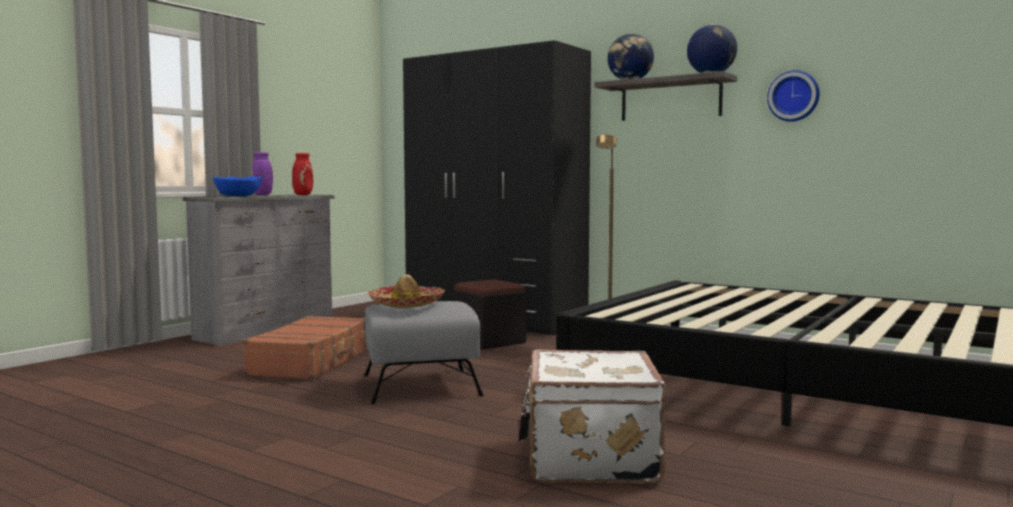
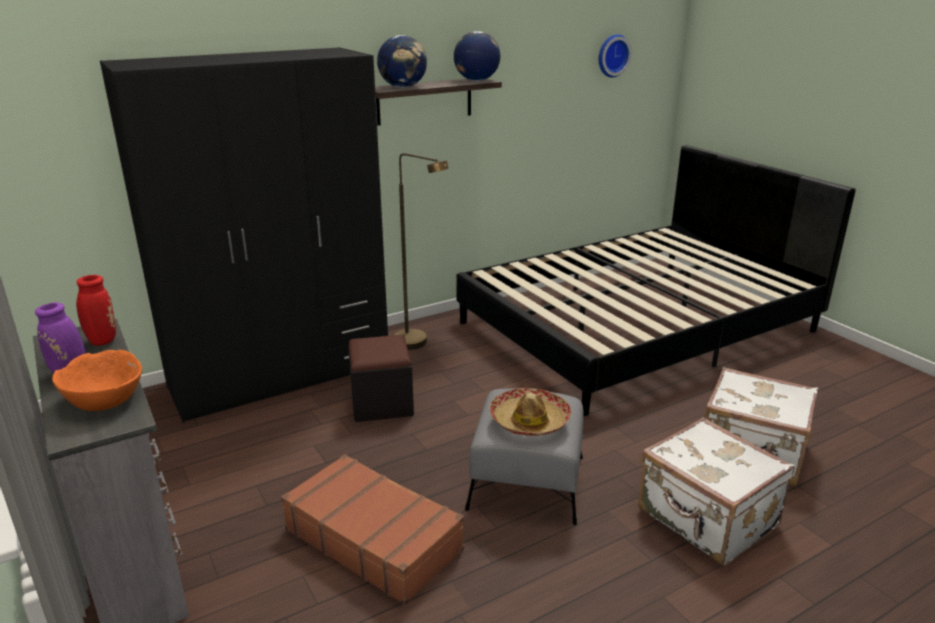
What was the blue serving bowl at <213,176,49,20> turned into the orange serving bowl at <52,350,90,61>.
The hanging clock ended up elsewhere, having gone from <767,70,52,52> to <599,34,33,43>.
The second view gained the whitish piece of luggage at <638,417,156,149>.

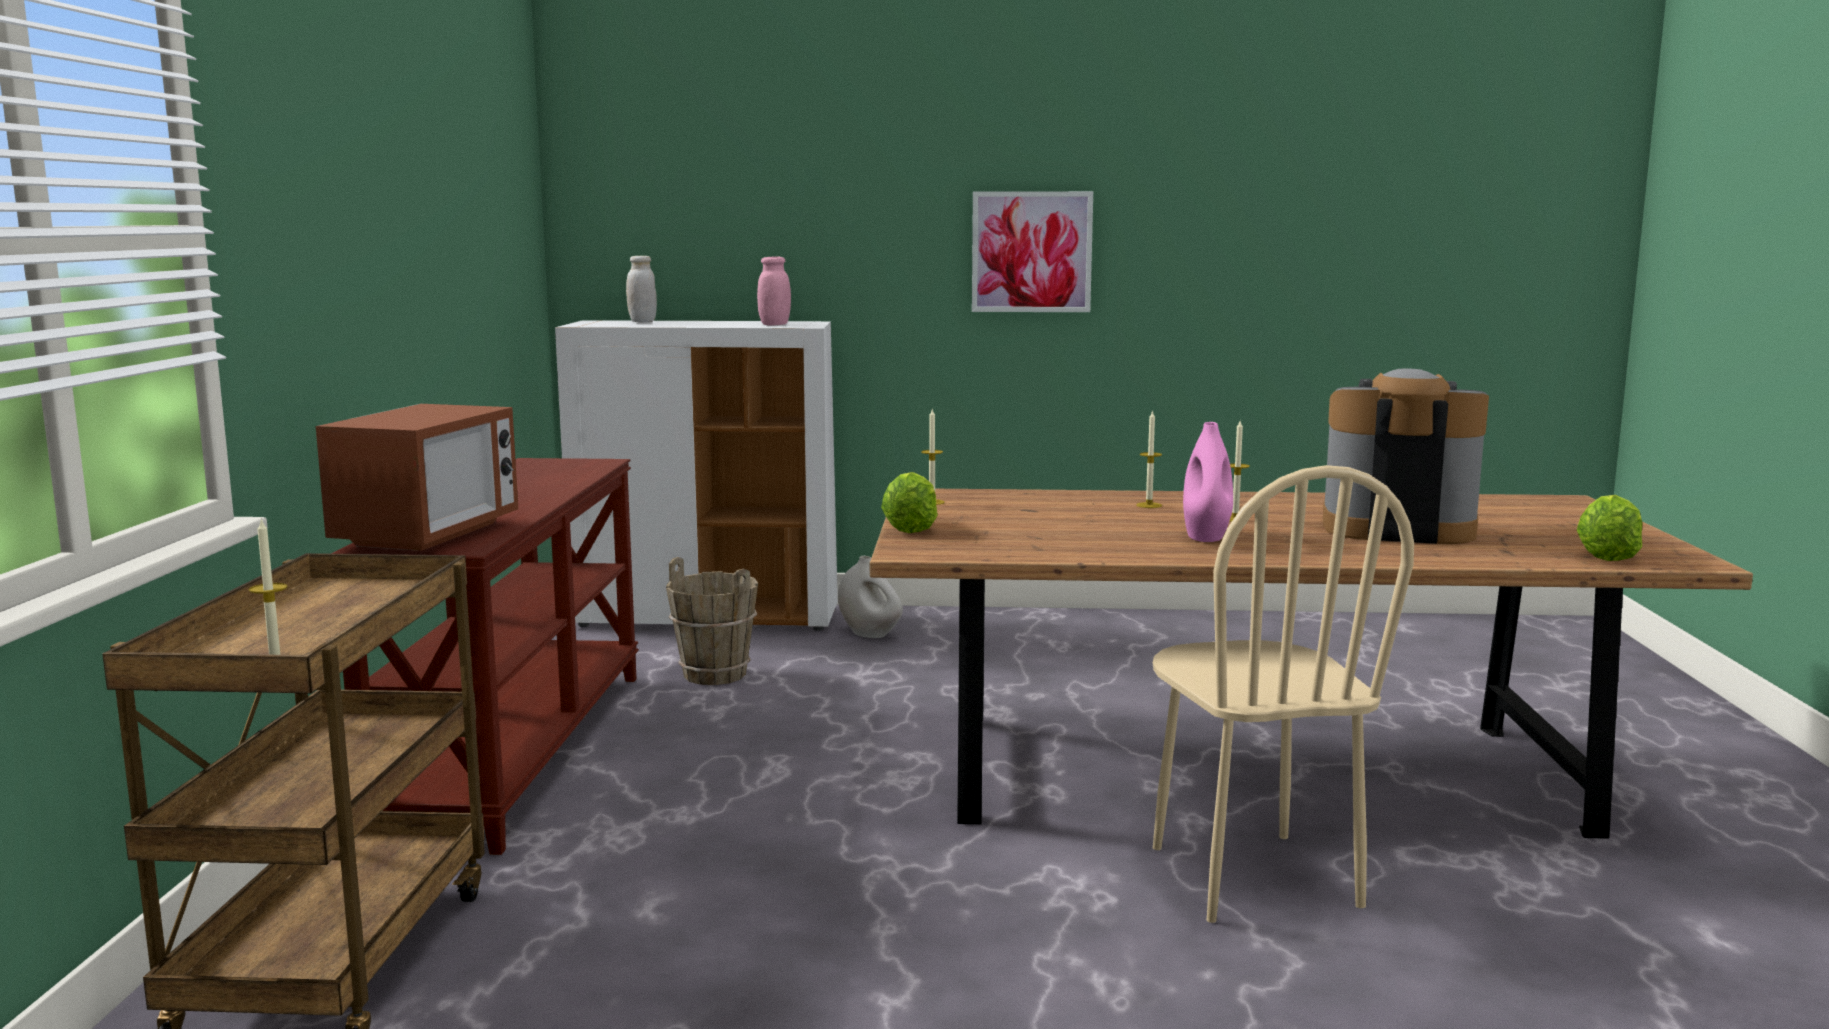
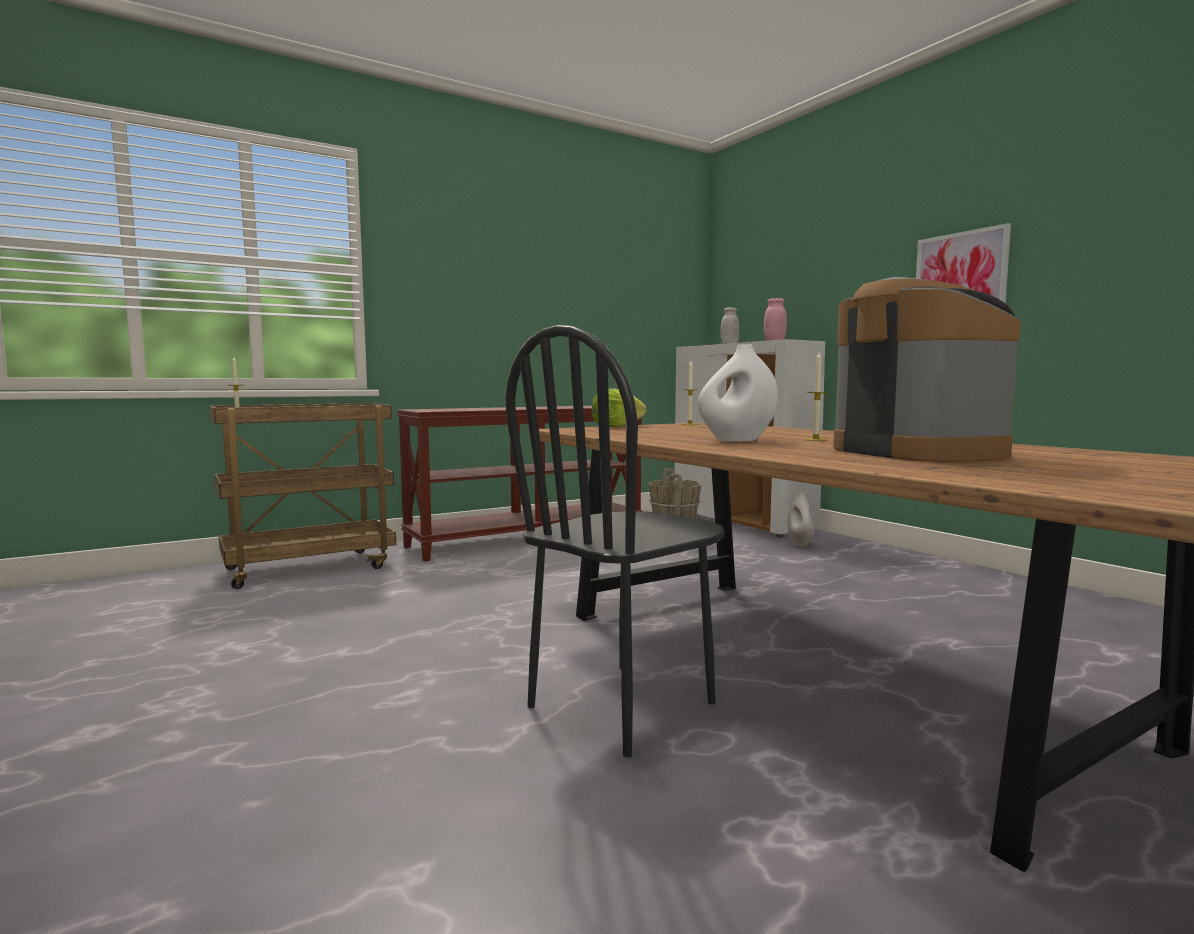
What was the beige chair at <1153,465,261,458> turned into the black chair at <505,325,219,432>.
What was the pink decorative vase at <1183,422,50,120> turned into the whitish decorative vase at <698,344,80,98>.
The second view lost the kitchen microwave at <316,404,202,147>.
The second view lost the candle at <1136,410,26,98>.
The second view lost the lettuce head at <1577,495,66,66>.

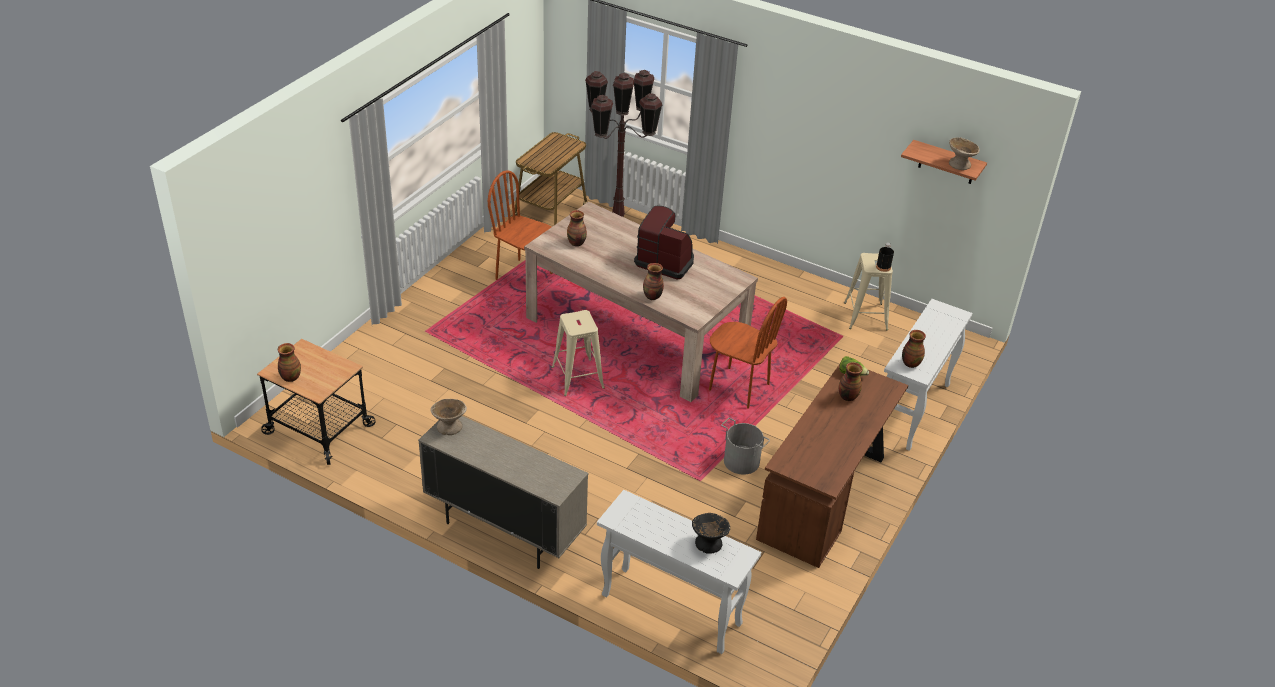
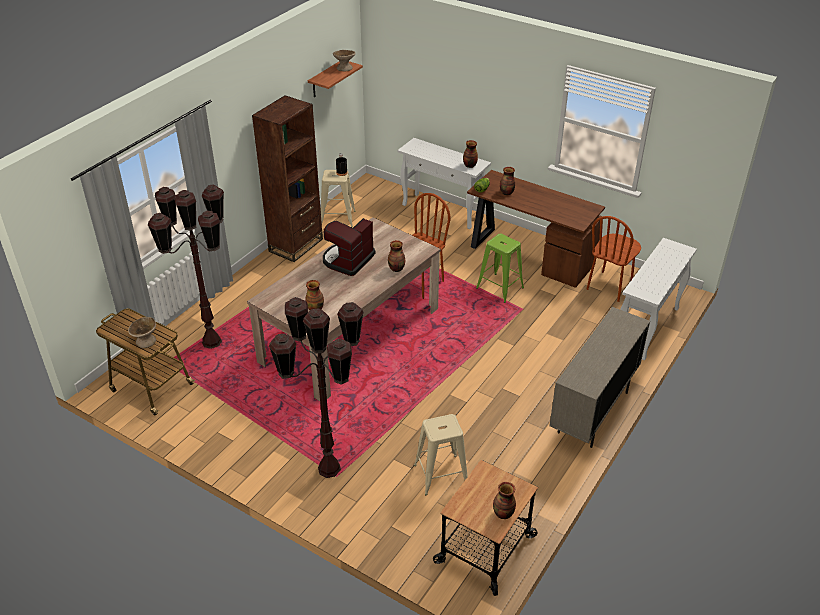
The beige serving bowl ended up elsewhere, having gone from <430,399,37,36> to <128,317,28,31>.
The second view gained the brown shelving unit at <252,95,71,167>.
The second view gained the brown standard lamp at <269,297,95,181>.
The beige stool ended up elsewhere, having gone from <552,310,53,86> to <414,414,54,81>.
Where the gray pail stood at <721,418,49,57>, the green-coloured stool came to stand at <476,234,48,69>.
The brown chair ended up elsewhere, having gone from <488,170,65,110> to <587,216,54,86>.
The second view lost the black serving bowl at <692,513,38,41>.

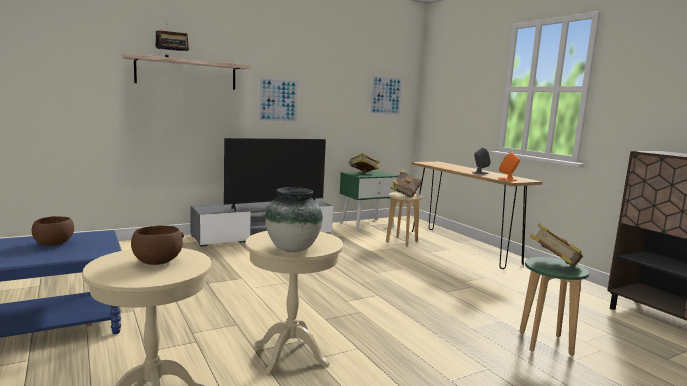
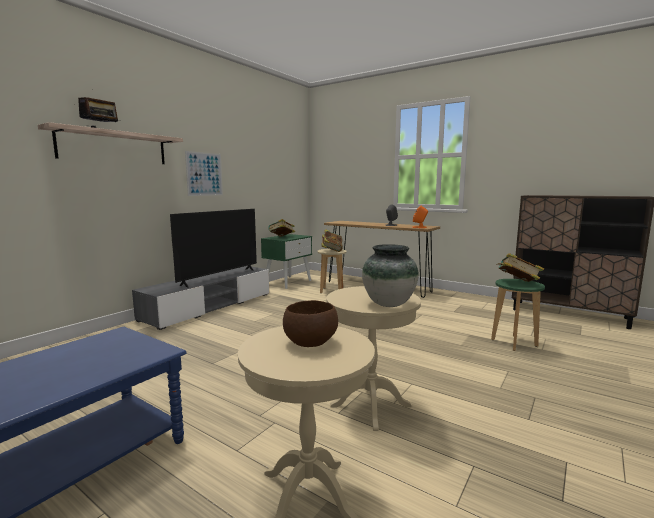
The second view lost the brown serving bowl at <32,216,42,30>.
The second view lost the wall art at <369,75,34,41>.

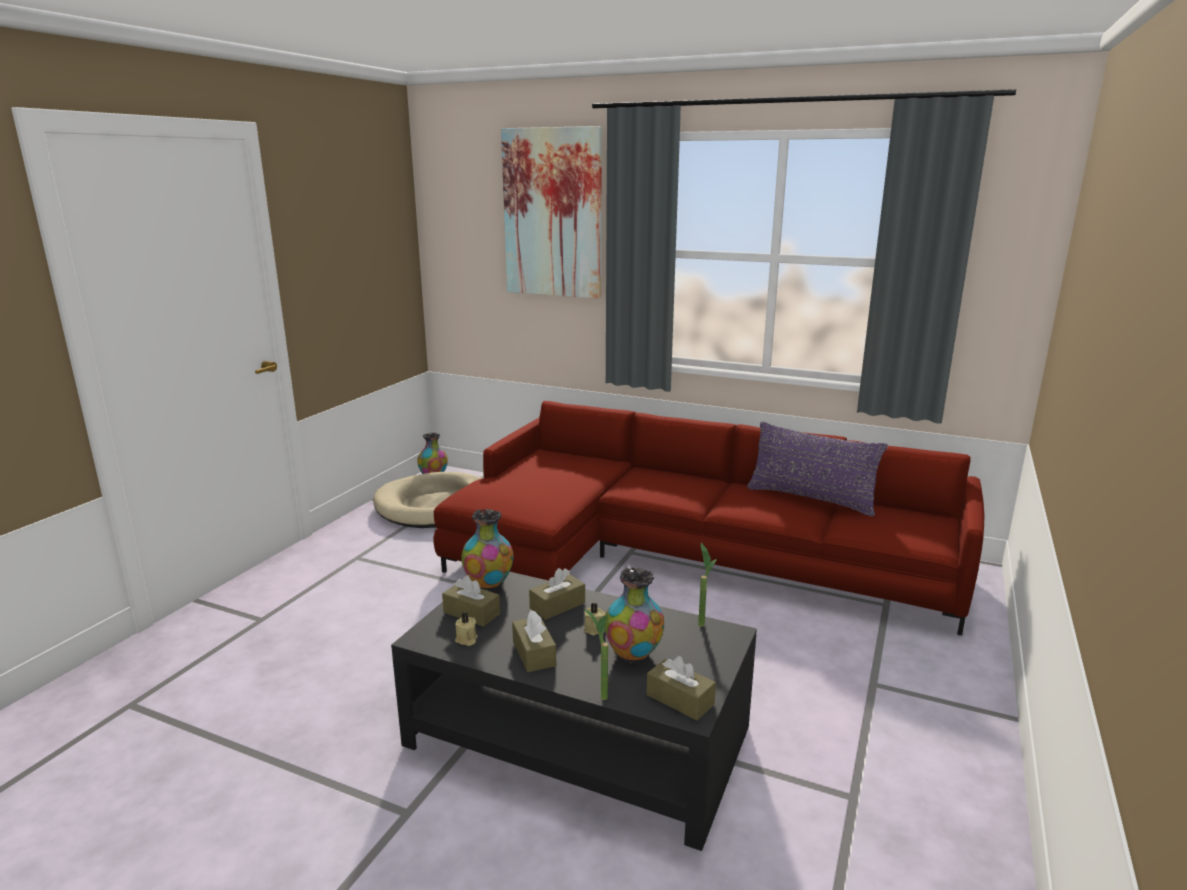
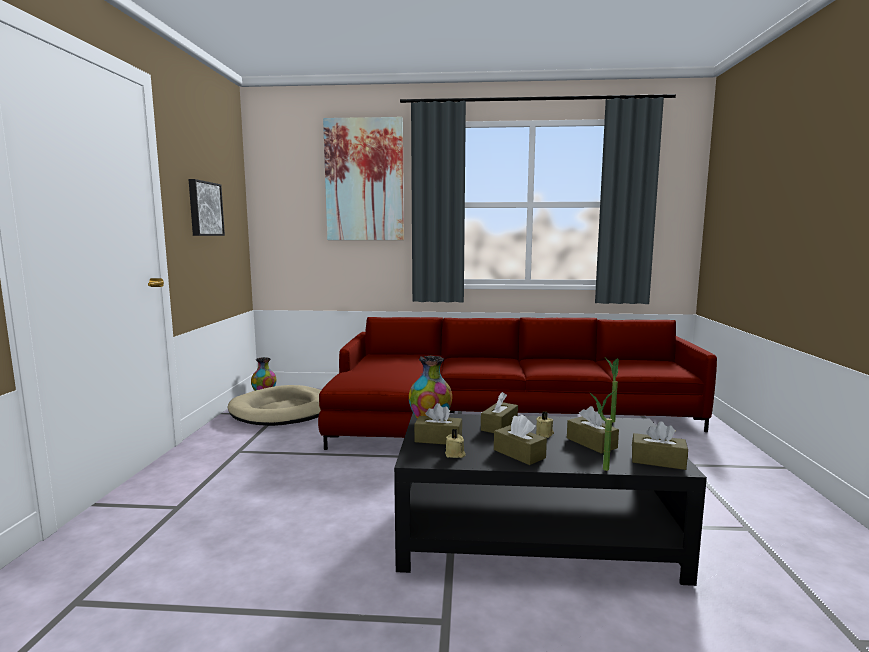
The second view gained the wall art at <189,179,36,57>.
Where the decorative vase stood at <604,568,60,96>, the brown tissue holder came to stand at <567,406,52,48>.
The second view lost the purple-coloured cushion at <747,422,141,94>.

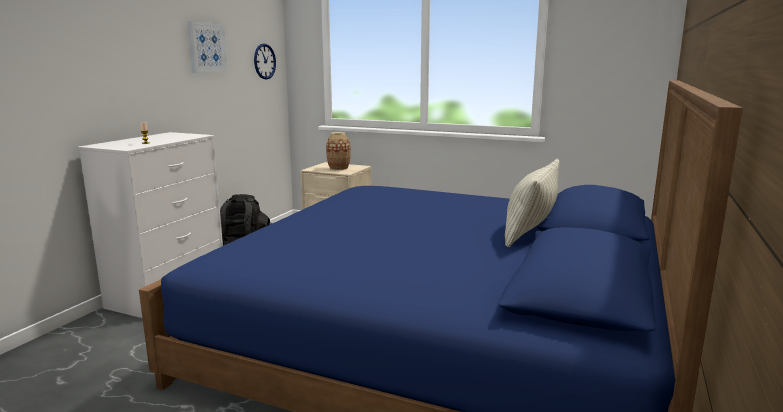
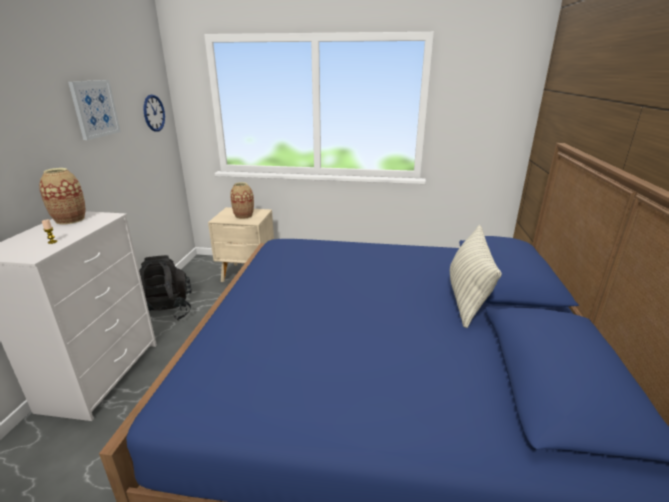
The second view gained the decorative vase at <39,168,47,56>.

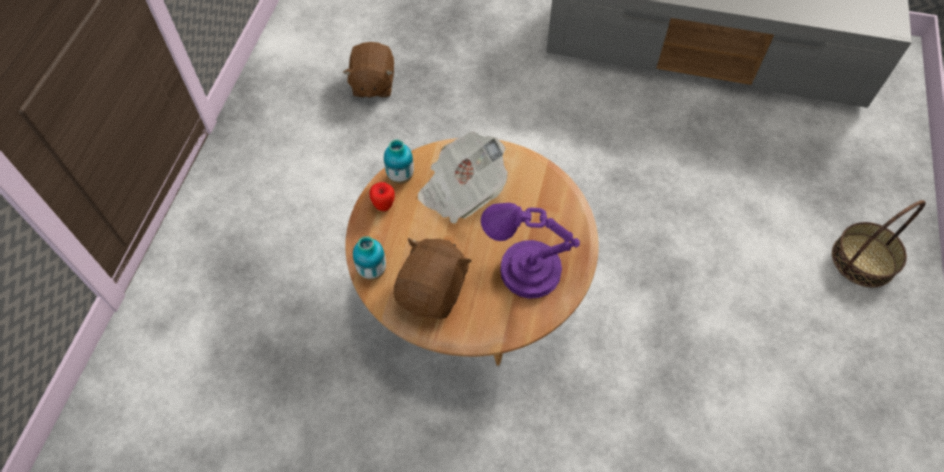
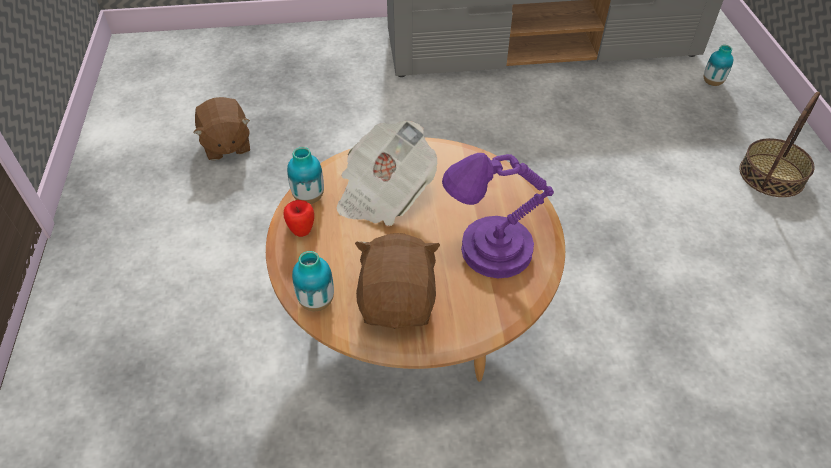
The second view gained the decorative vase at <704,45,30,41>.

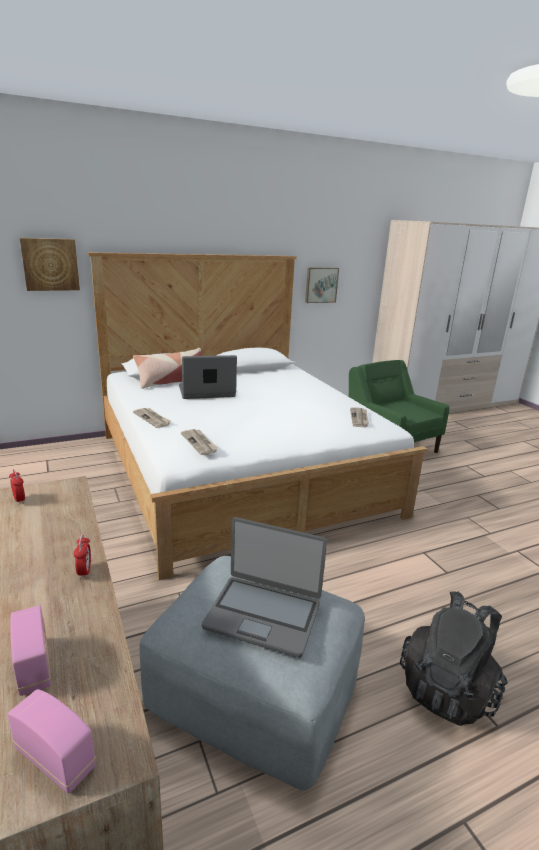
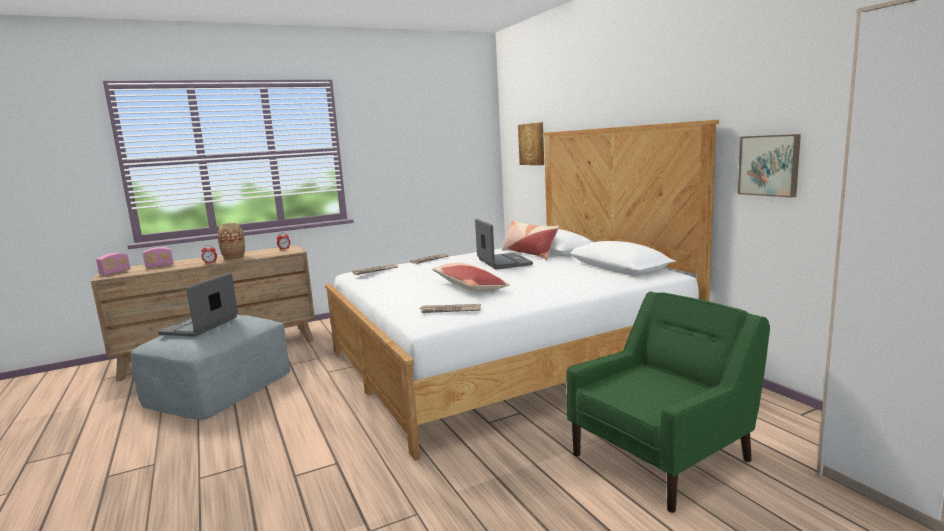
The second view gained the decorative vase at <218,222,27,38>.
The second view gained the cushion at <432,263,78,29>.
The second view lost the black backpack at <400,591,108,135>.

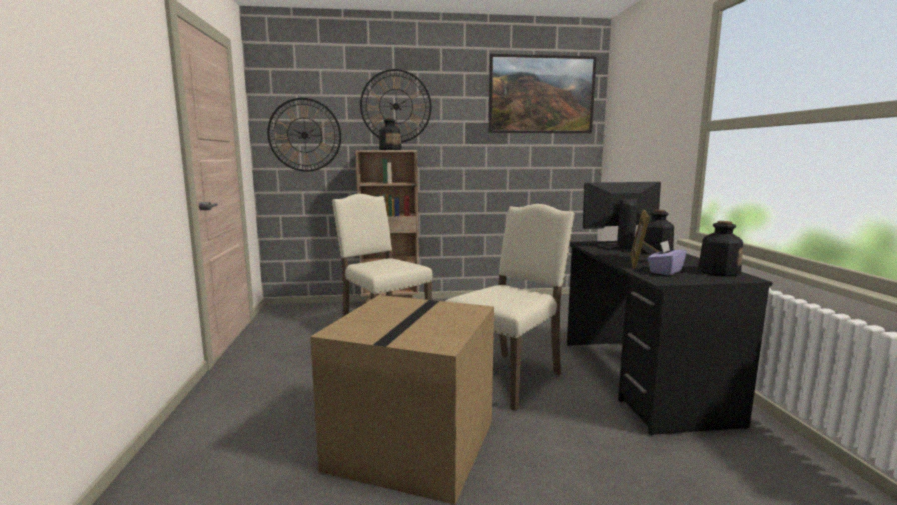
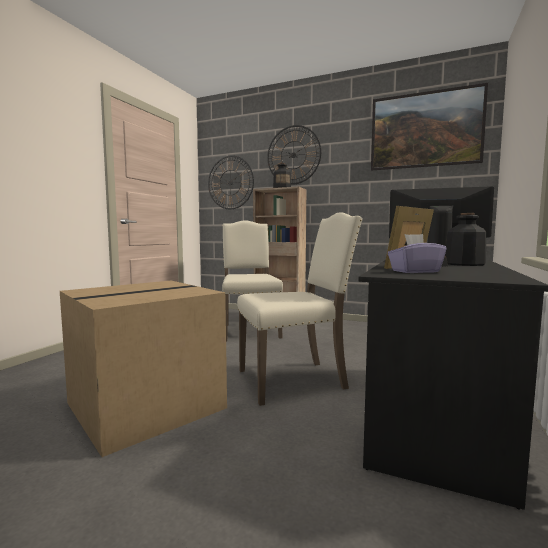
The second view lost the drink bottle at <698,221,45,55>.

